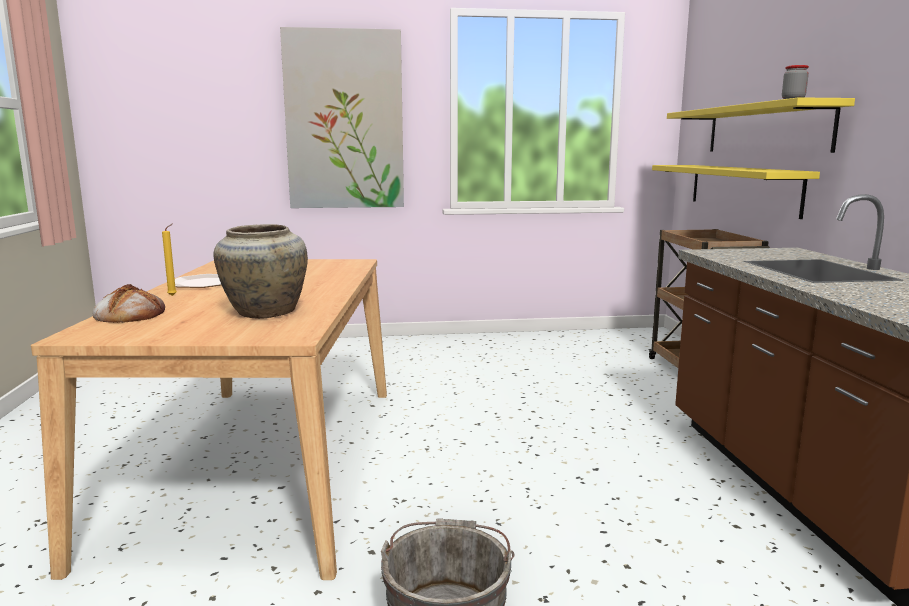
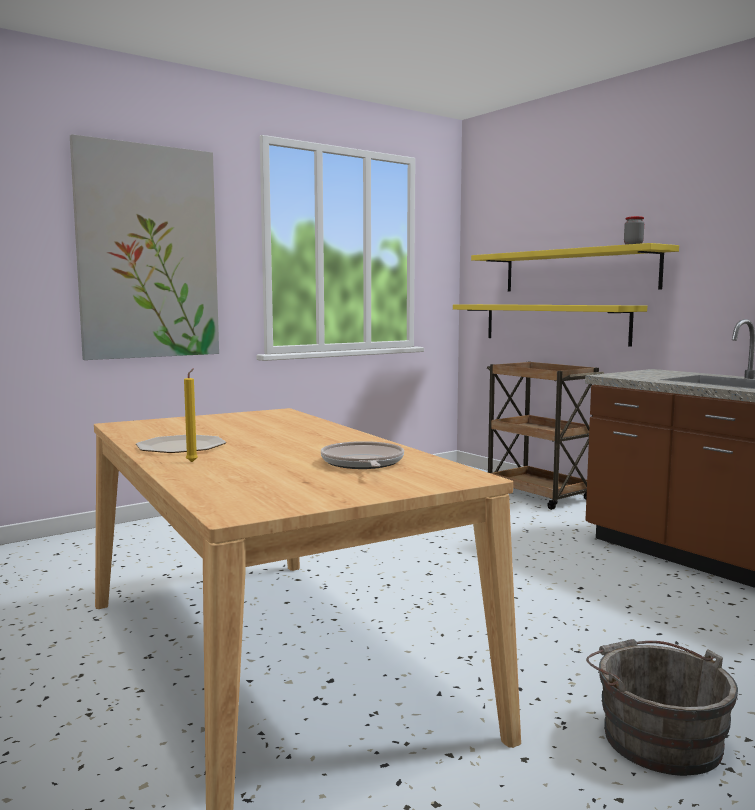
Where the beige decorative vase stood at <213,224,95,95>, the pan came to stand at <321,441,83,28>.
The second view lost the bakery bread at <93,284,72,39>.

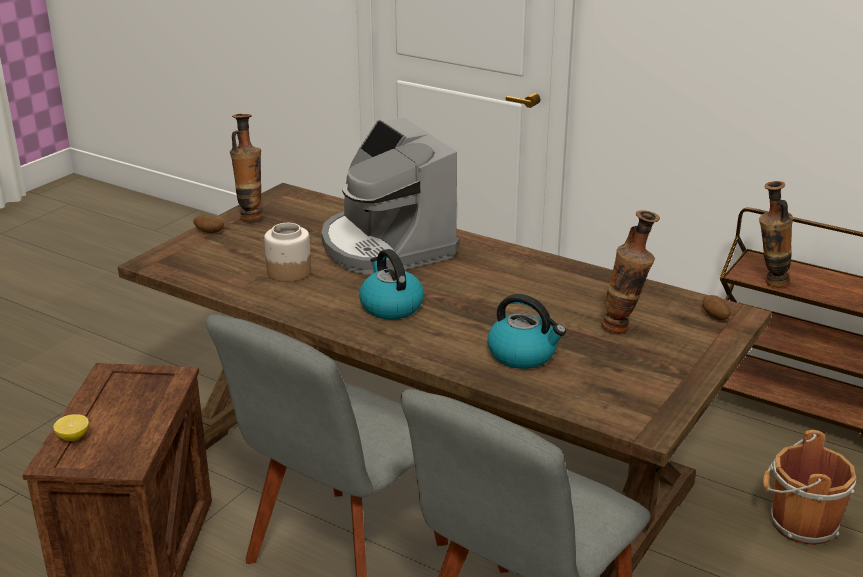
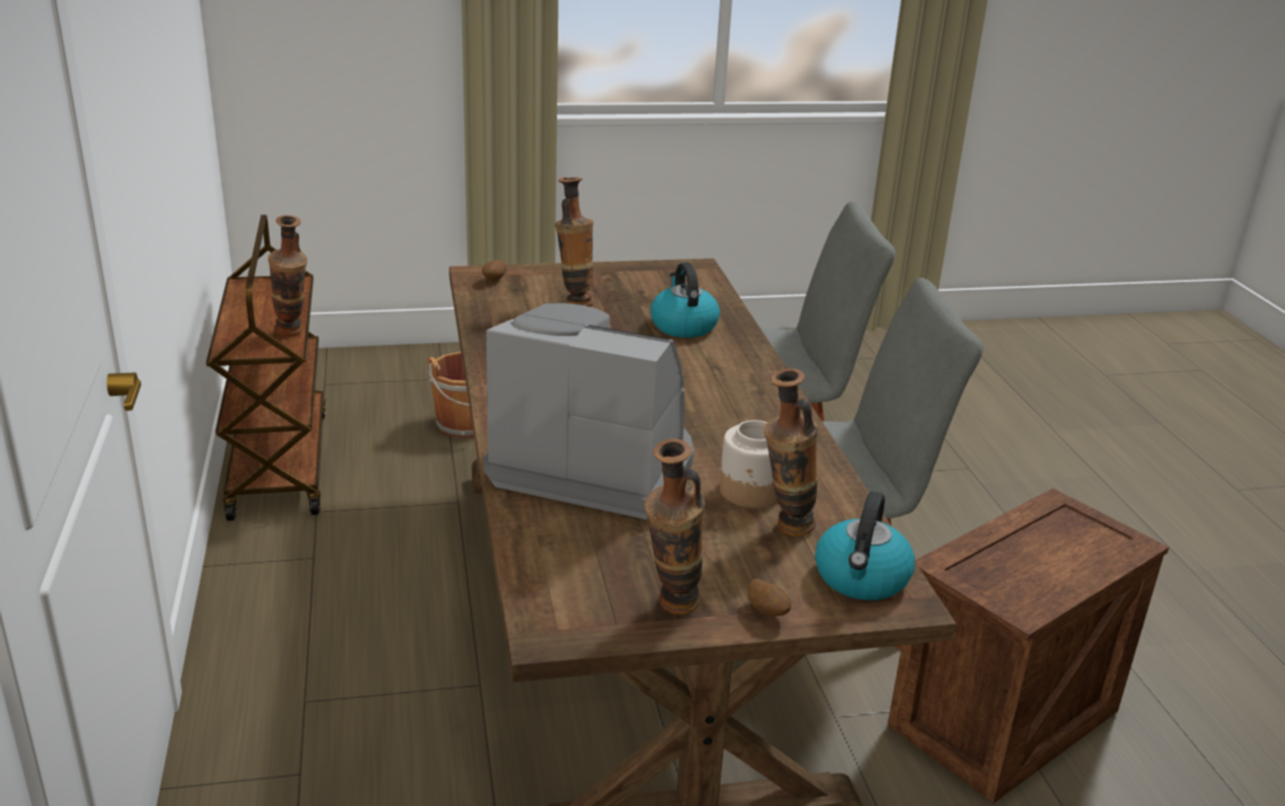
The coffee machine at <321,118,138,156> ended up facing another way, 90 degrees counterclockwise from before.
The second view gained the decorative vase at <764,369,54,167>.
The tea kettle ended up elsewhere, having gone from <359,249,65,70> to <815,491,100,109>.
The second view lost the whole lemon at <53,414,36,27>.

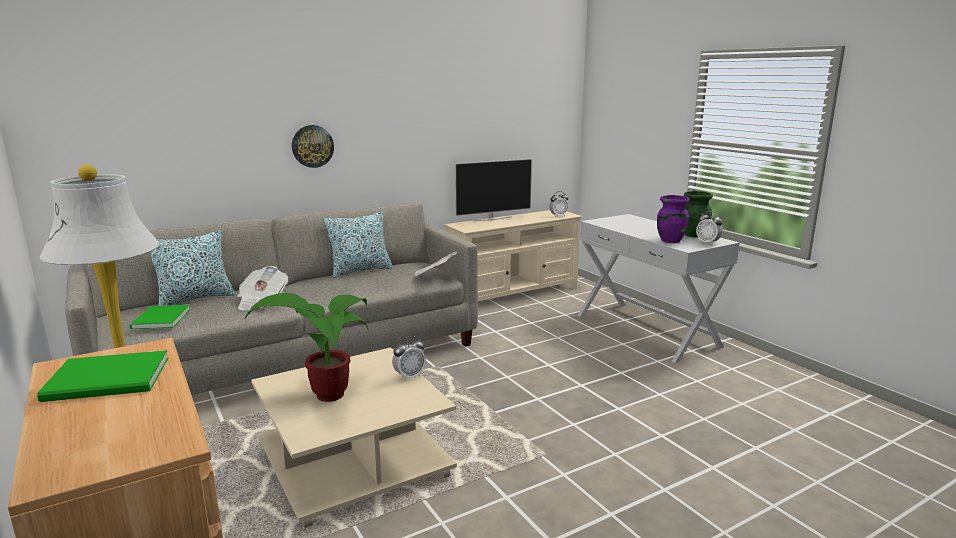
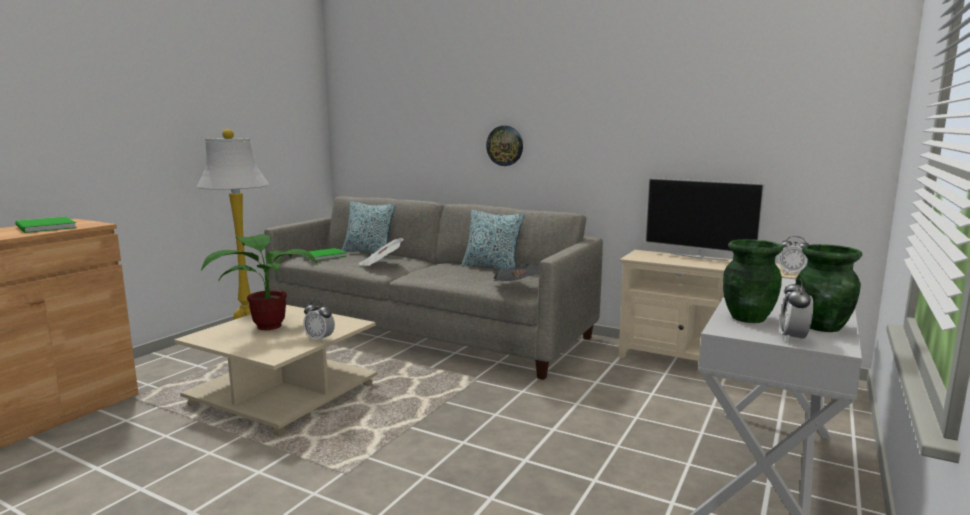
What was the purple-coloured decorative vase at <657,195,33,48> turned into the green-coloured decorative vase at <723,239,60,84>.

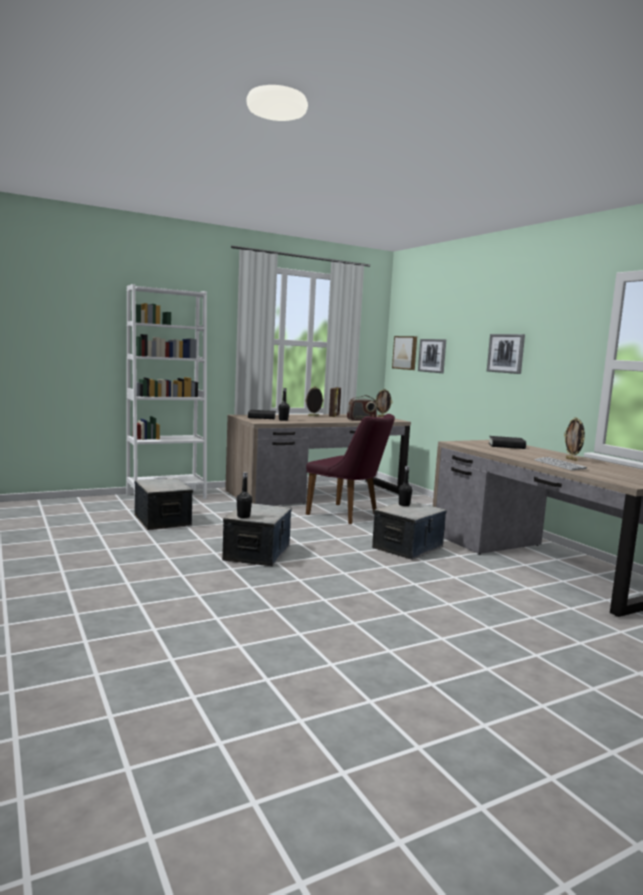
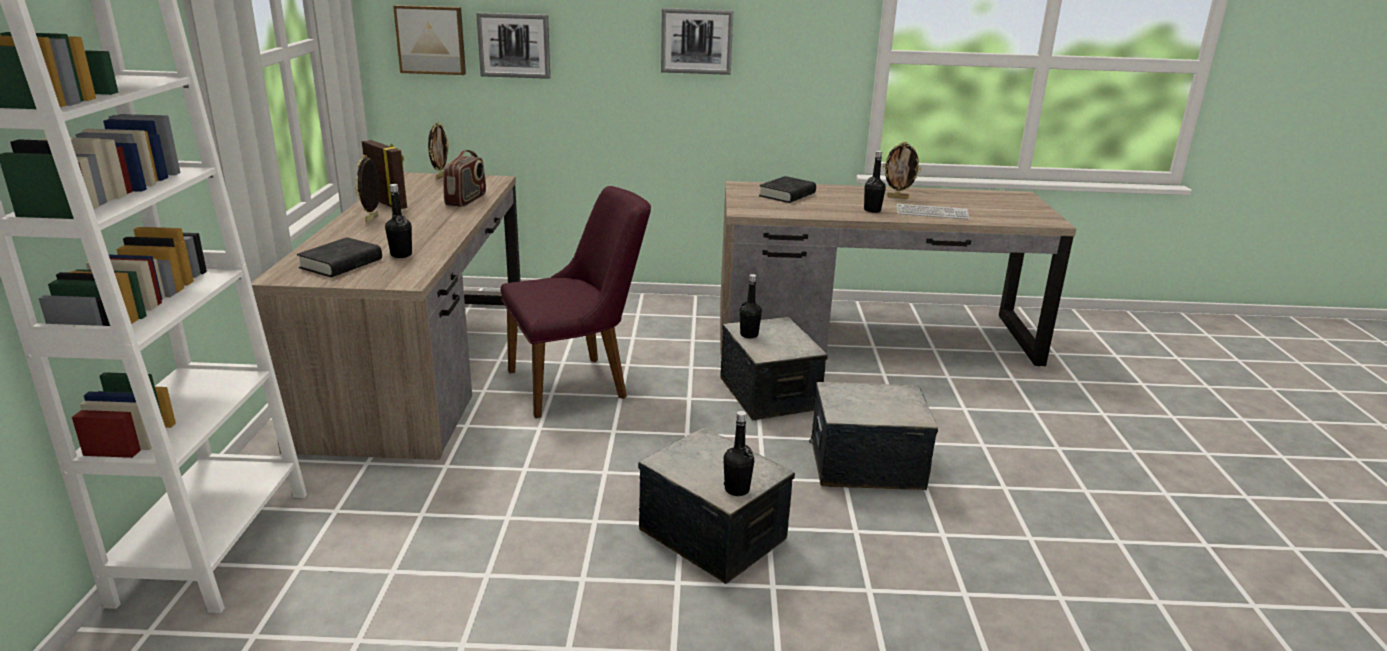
The storage container ended up elsewhere, having gone from <135,478,58,52> to <809,382,129,108>.
The second view gained the black drink bottle at <864,151,22,62>.

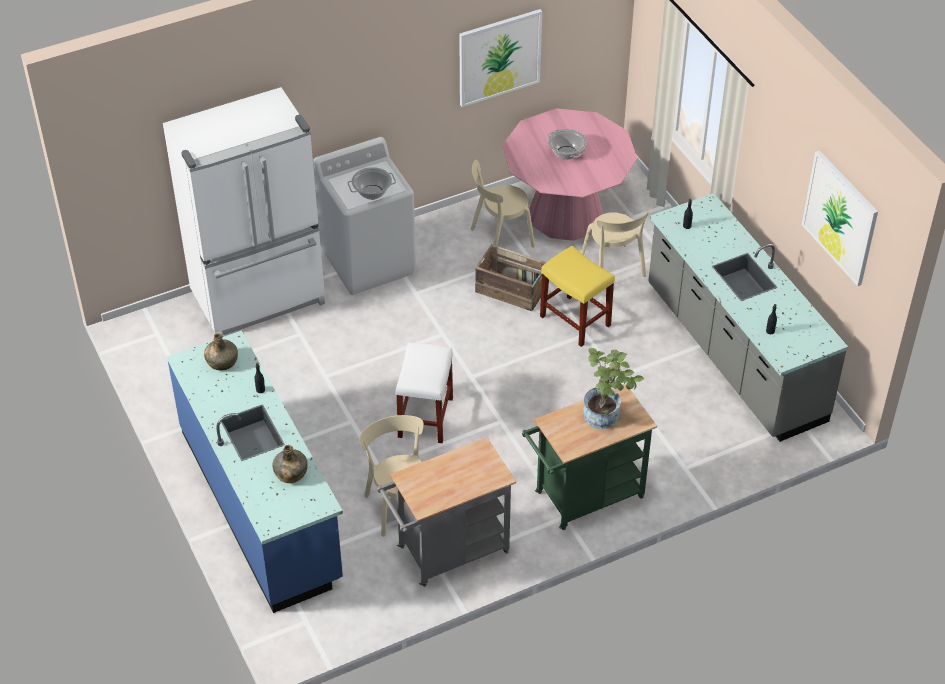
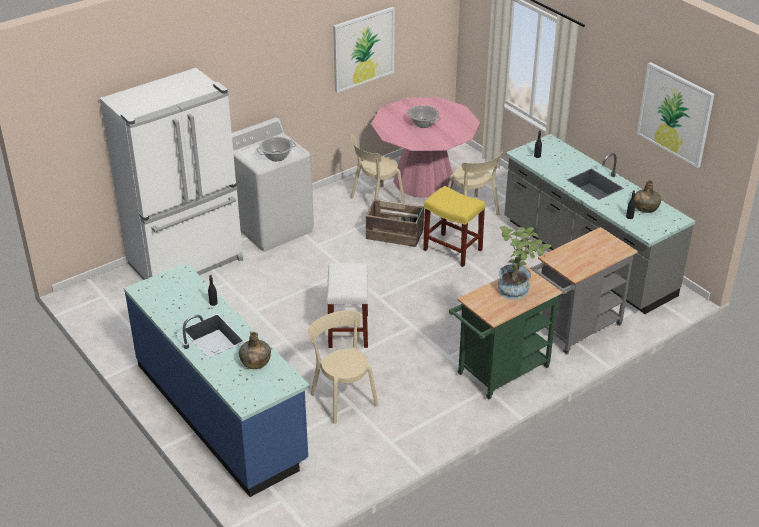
The gray cart ended up elsewhere, having gone from <377,437,139,150> to <530,227,108,128>.
The green-coloured drink bottle ended up elsewhere, having gone from <204,333,34,38> to <634,180,27,33>.

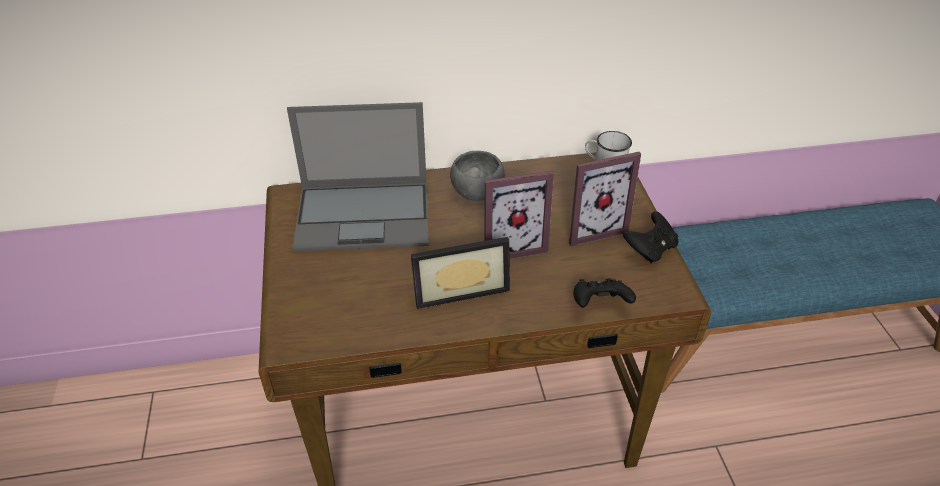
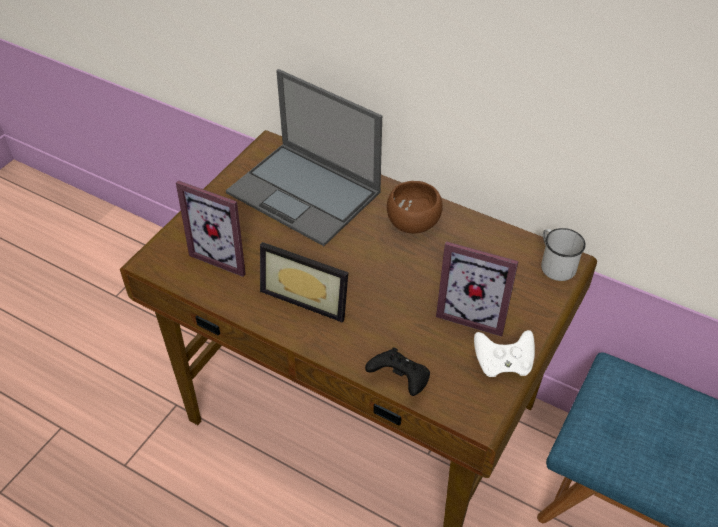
The photo frame ended up elsewhere, having gone from <484,170,70,89> to <176,180,70,97>.
What was the gray serving bowl at <450,151,55,50> turned into the brown serving bowl at <387,181,56,53>.
What was the black game controller at <623,211,55,52> turned into the whitish game controller at <474,330,61,47>.

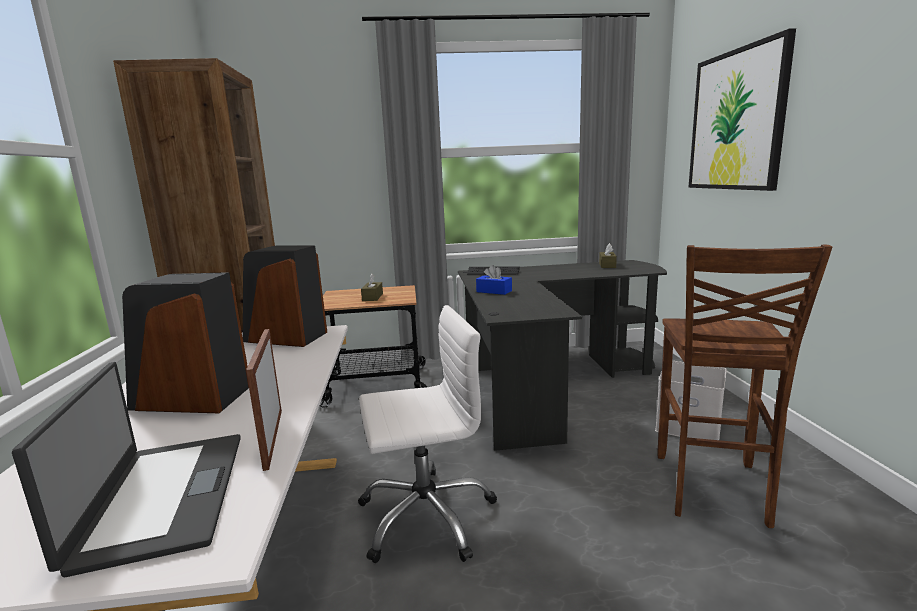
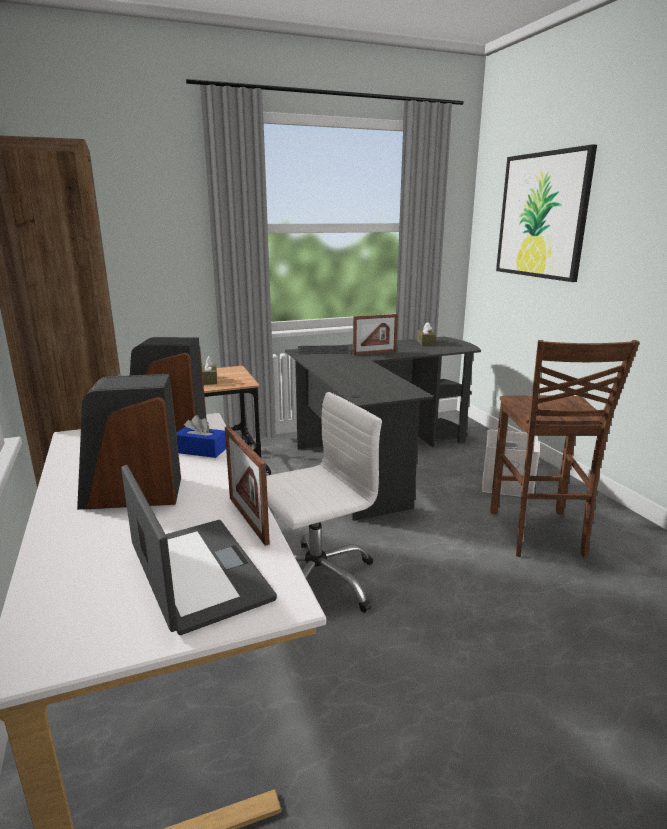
The blue tissue holder ended up elsewhere, having gone from <476,265,36,30> to <176,415,50,43>.
The second view gained the photo frame at <353,314,45,41>.

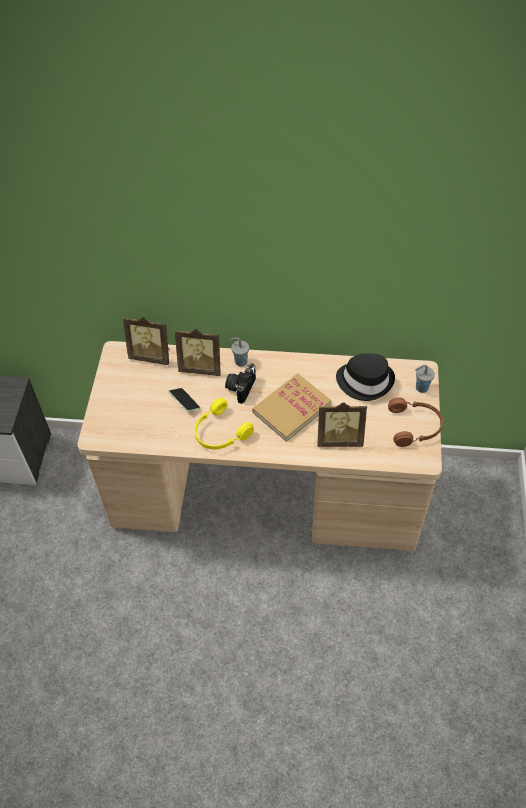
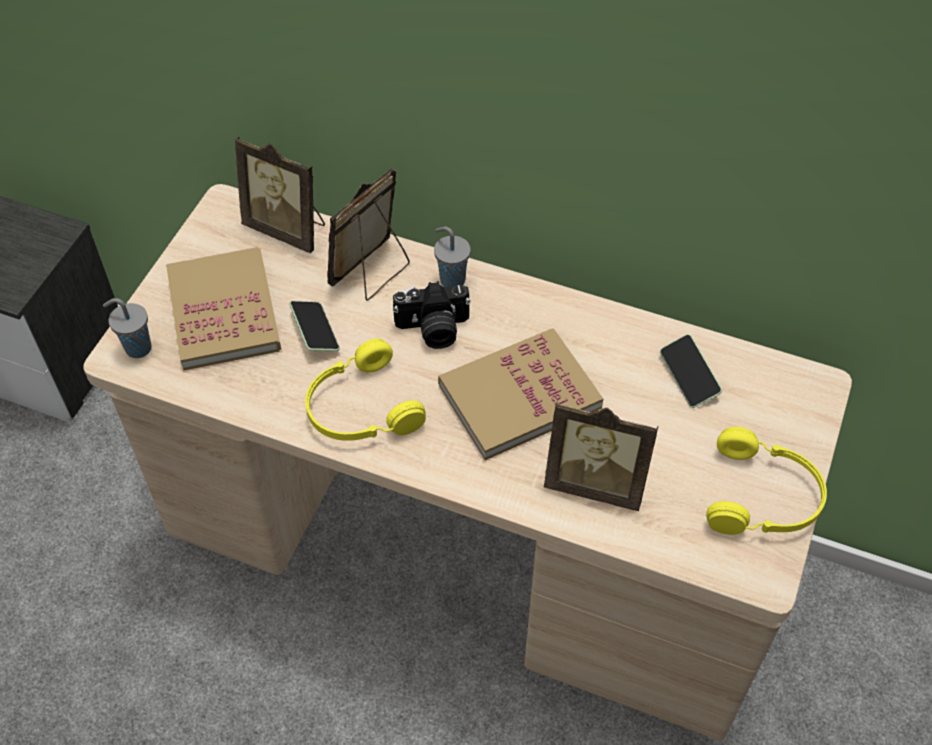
The gray cup ended up elsewhere, having gone from <415,365,20,28> to <103,298,49,60>.
The second view gained the book at <166,247,115,123>.
The photo frame at <175,329,46,47> ended up facing another way, 105 degrees clockwise from before.
The still camera at <225,364,31,40> ended up facing another way, 135 degrees counterclockwise from before.
Where the black hat stood at <336,353,59,48>, the handset came to stand at <660,334,62,74>.
What was the brown headphones at <388,397,55,50> turned into the yellow-coloured headphones at <706,427,121,108>.

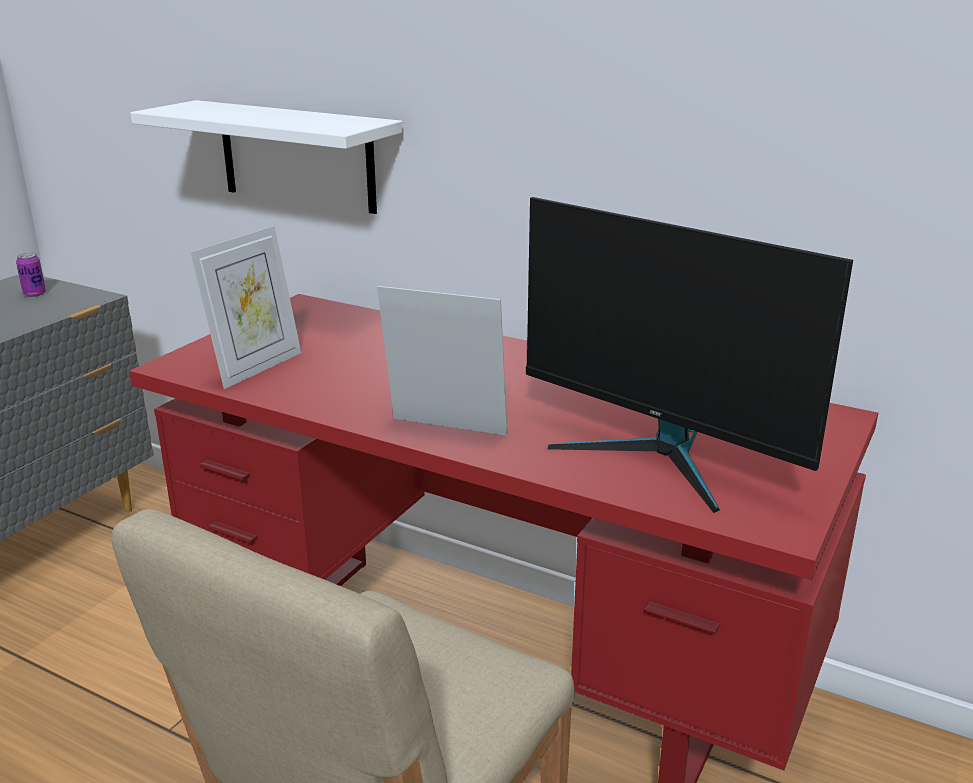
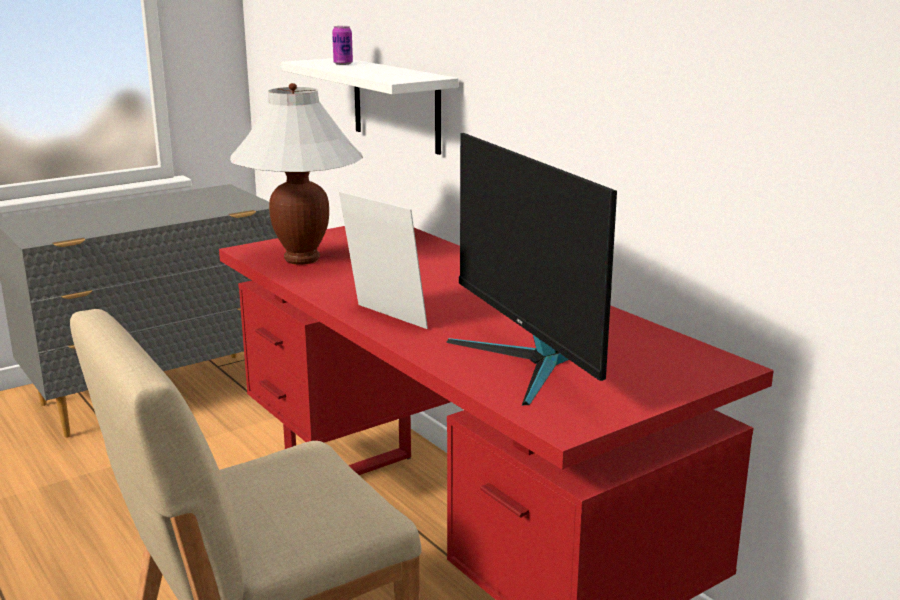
Where the photo frame stood at <190,226,111,163>, the whitish tabletop lamp came to stand at <230,83,133,182>.
The can ended up elsewhere, having gone from <16,253,30,44> to <332,26,21,39>.

